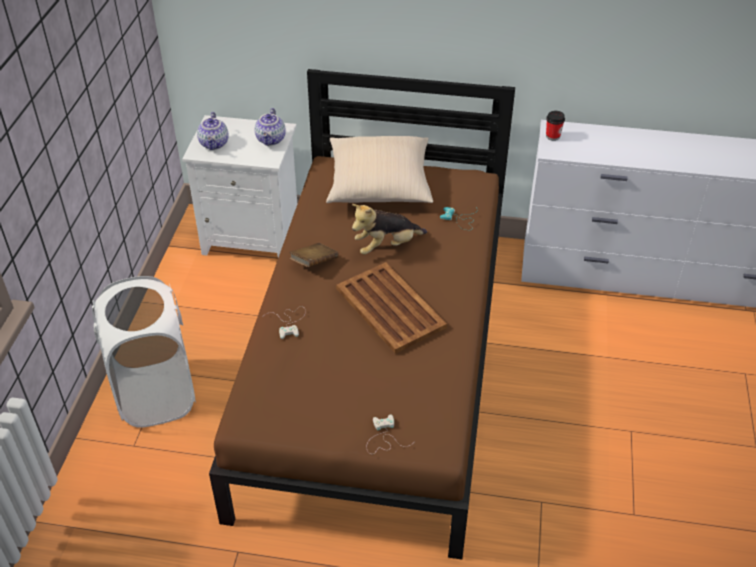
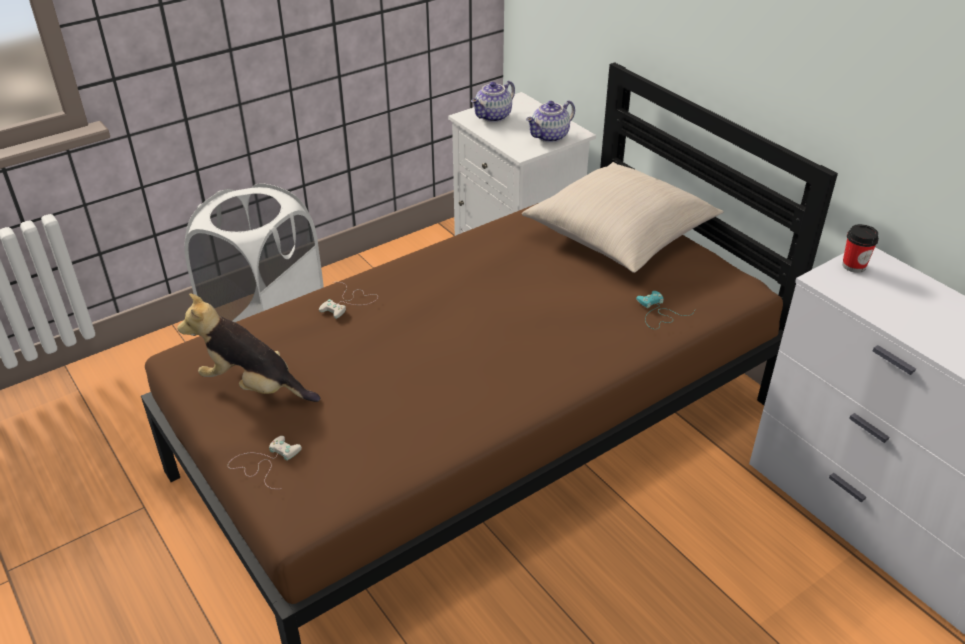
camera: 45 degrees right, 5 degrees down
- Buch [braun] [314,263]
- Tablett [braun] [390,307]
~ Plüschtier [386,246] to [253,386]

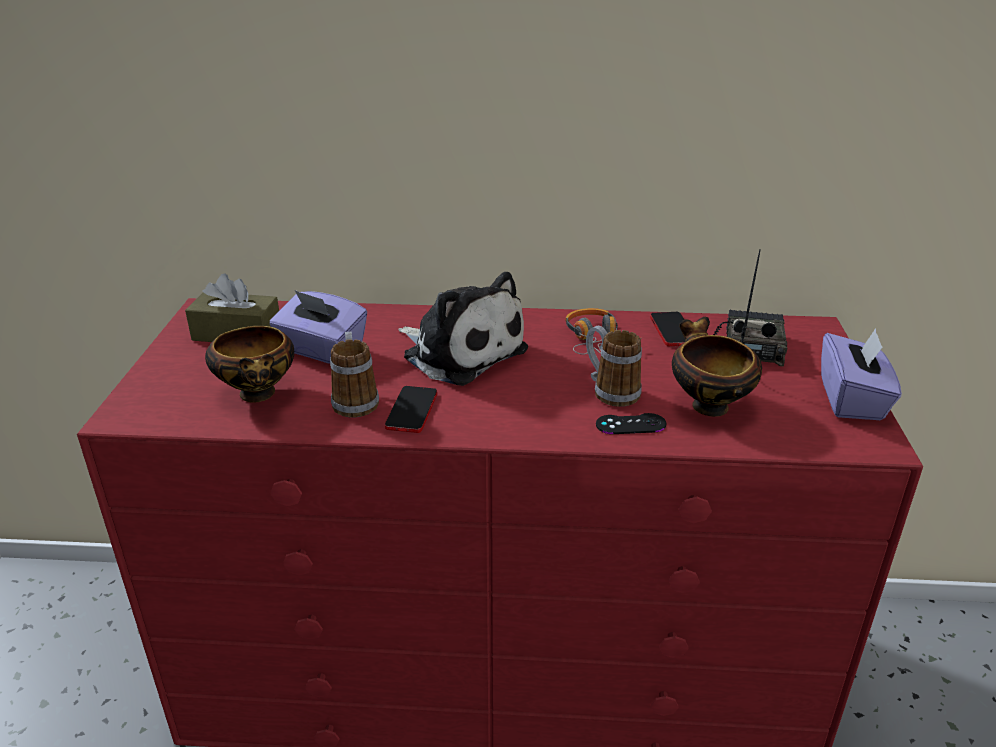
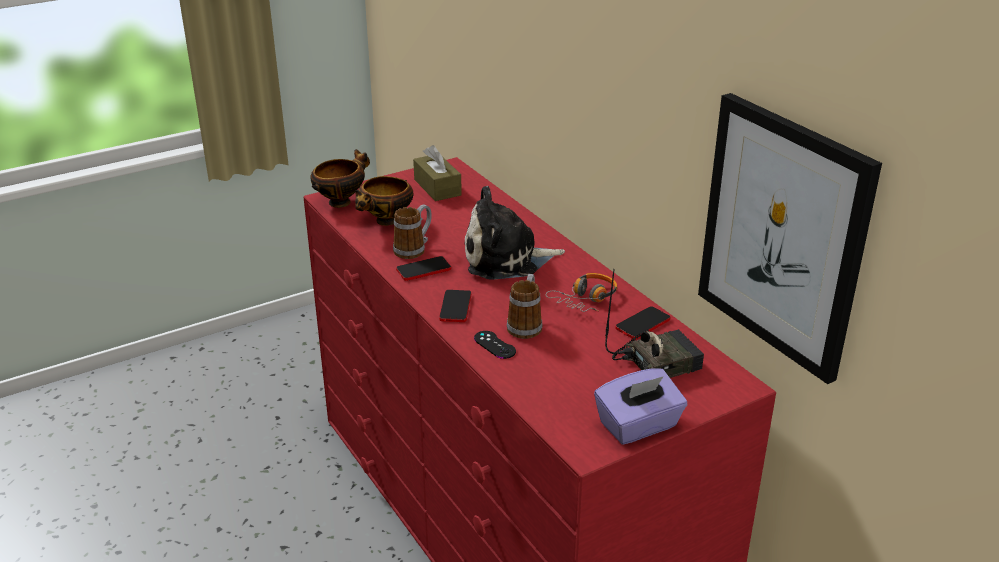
camera: 55 degrees right, 0 degrees up
- Taschentuchbox [lila] [321,350]
+ Handy [455,307]
+ Bild [783,235]
~ Schüssel [707,405] to [341,201]
~ Plüschtier [461,352] = [506,259] 75 degrees clockwise

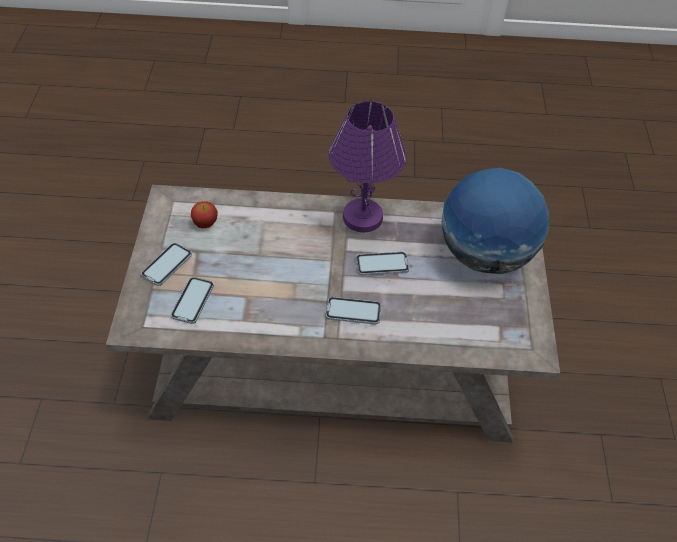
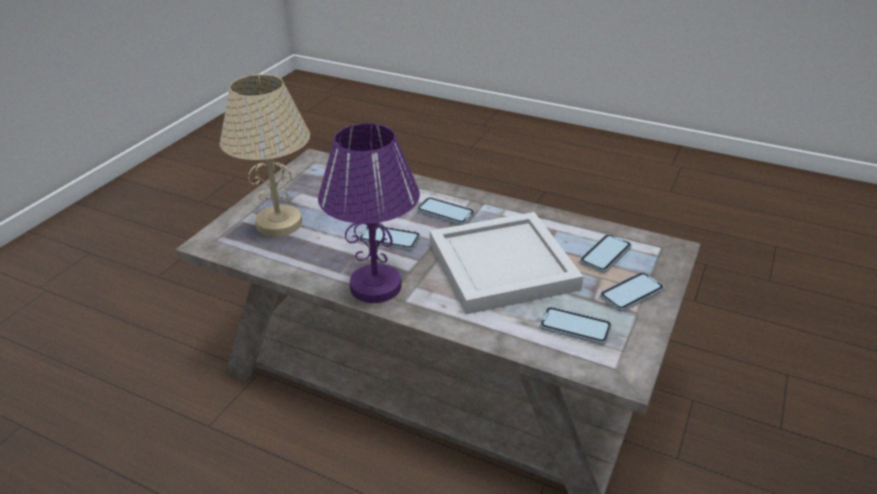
camera: 155 degrees left, 15 degrees down
+ Tablett [weiß] [501,267]
~ Apfel [205,223] to Handy [575,327]
~ Globus [485,255] to Tischlampe [beige] [280,223]

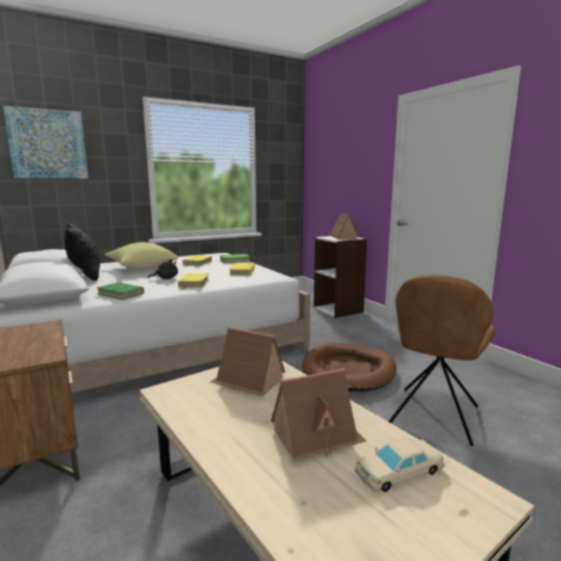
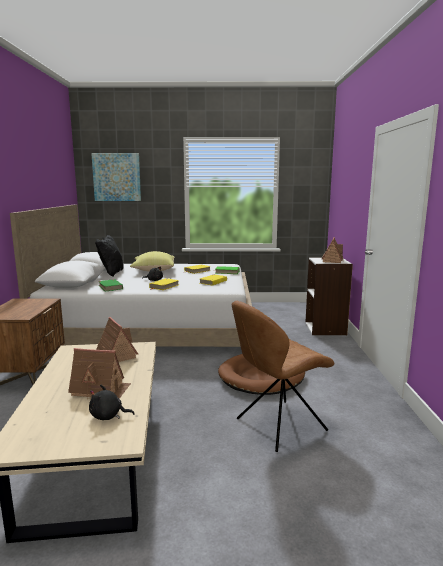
camera: 30 degrees right, 0 degrees up
~ Spielzeugauto [beige] [398,471] to Plüschtier [schwarz] [108,416]

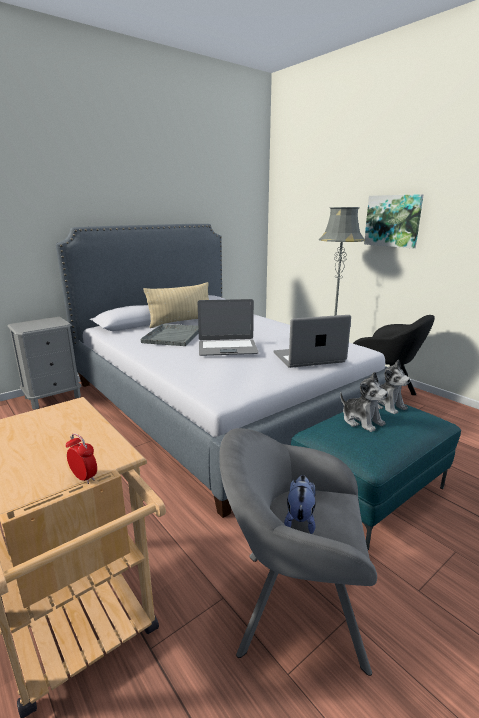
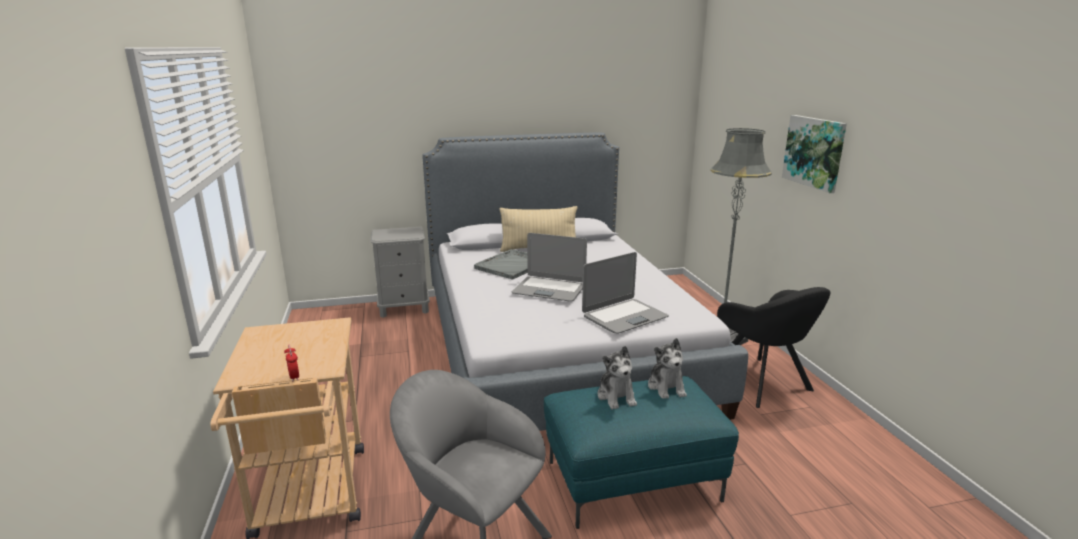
camera: 25 degrees right, 0 degrees up
- Plüschtier [300,519]
~ Laptop [309,358] = [624,317] 135 degrees clockwise

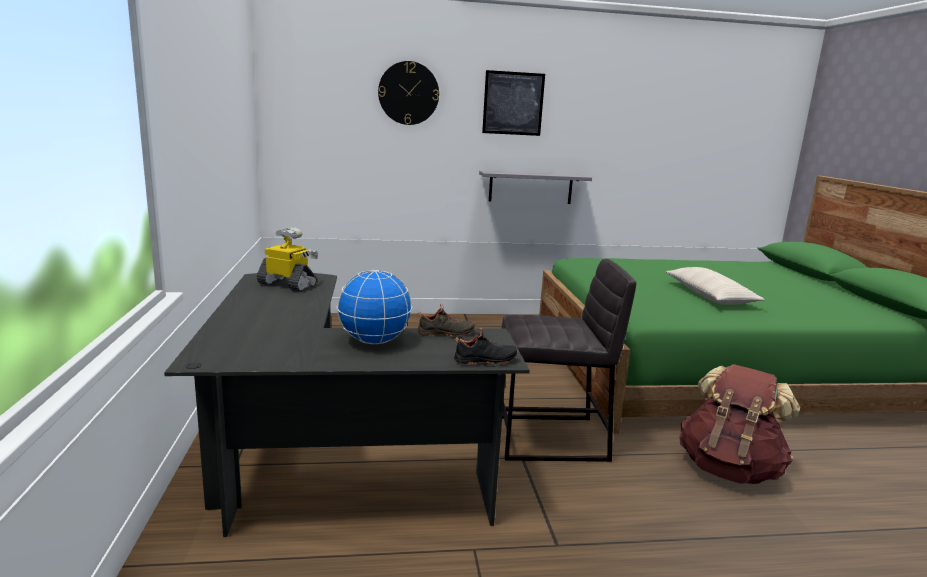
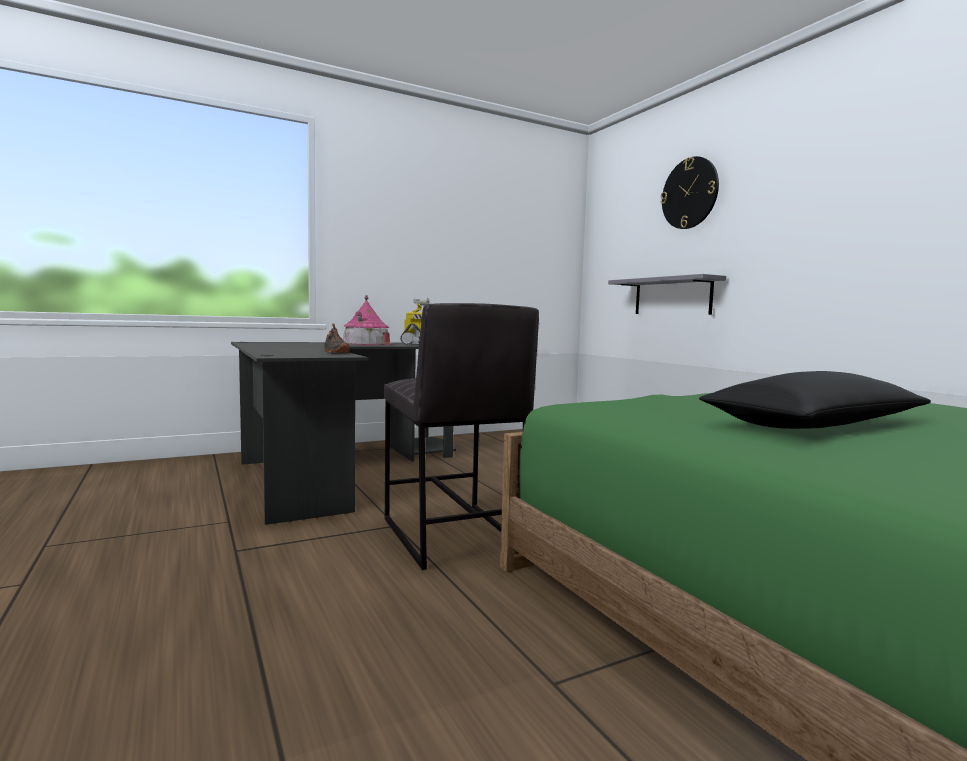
camera: 70 degrees right, 10 degrees down
- Globus [374,341]
- Schuh [schwarz] [486,361]
- Bild [513,103]
- Rucksack [braun] [729,469]
+ Spielzeughaus [366,343]
~ Wandregal [grau] [530,187] to [672,296]
~ Kissen [beige] [709,296] to Kissen [schwarz] [814,426]

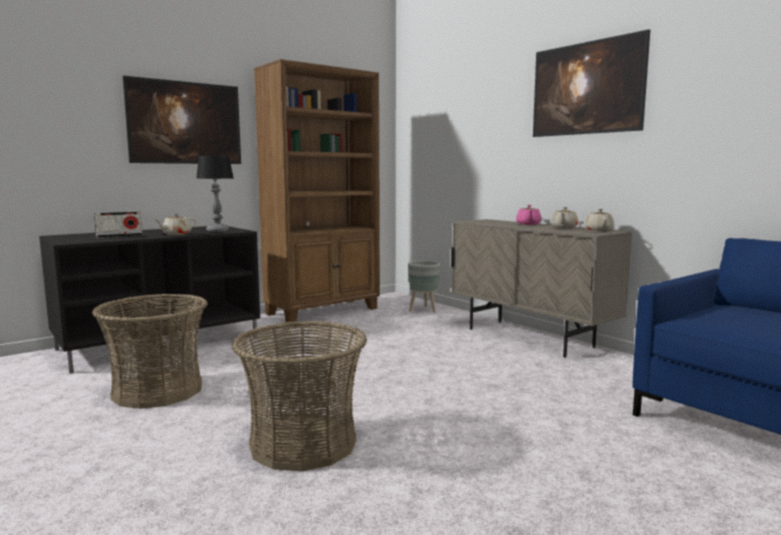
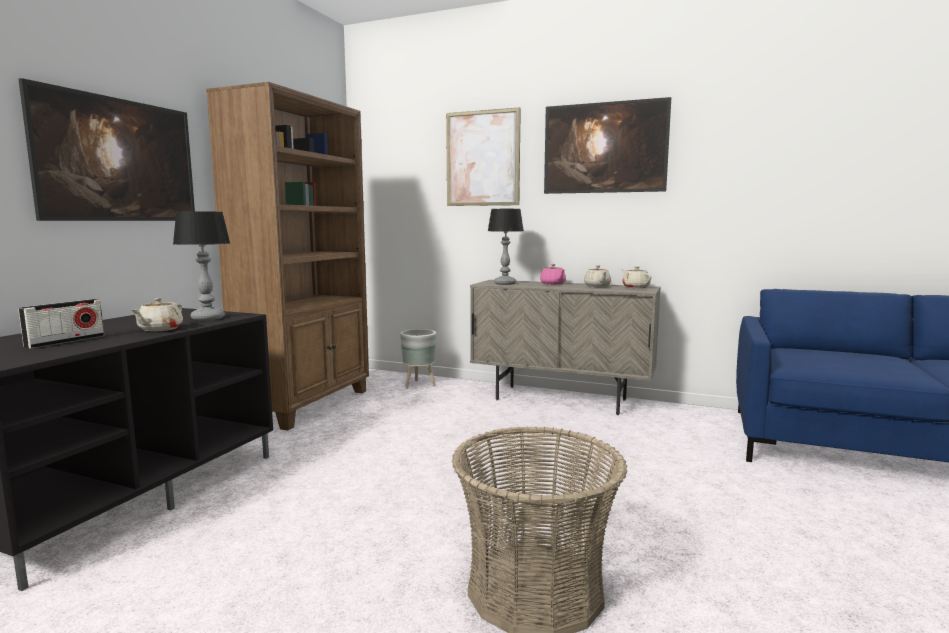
camera: 30 degrees left, 0 degrees up
- Korb [157,391]
+ Bild [482,158]
+ Tischlampe [505,283]

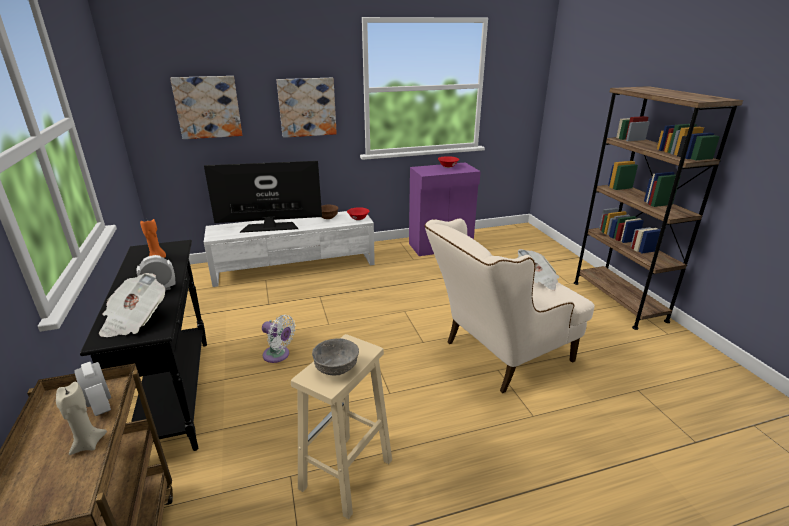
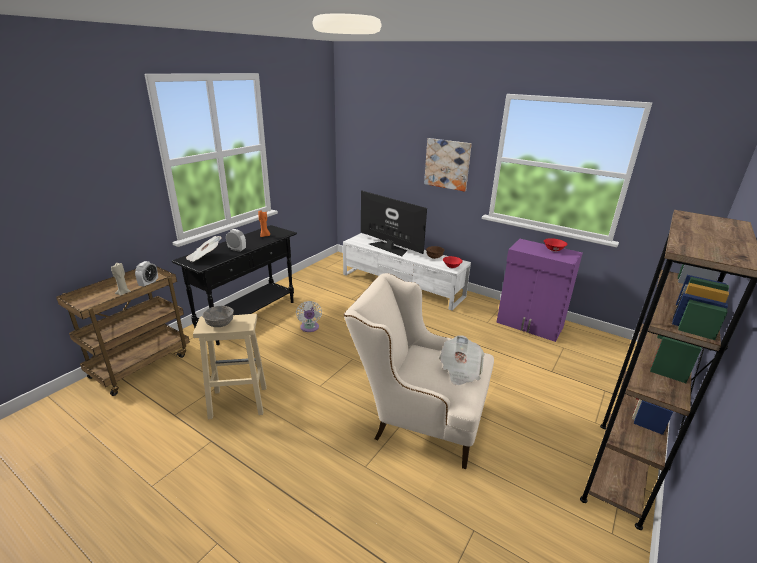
camera: 50 degrees right, 0 degrees up
- Bild [208,107]

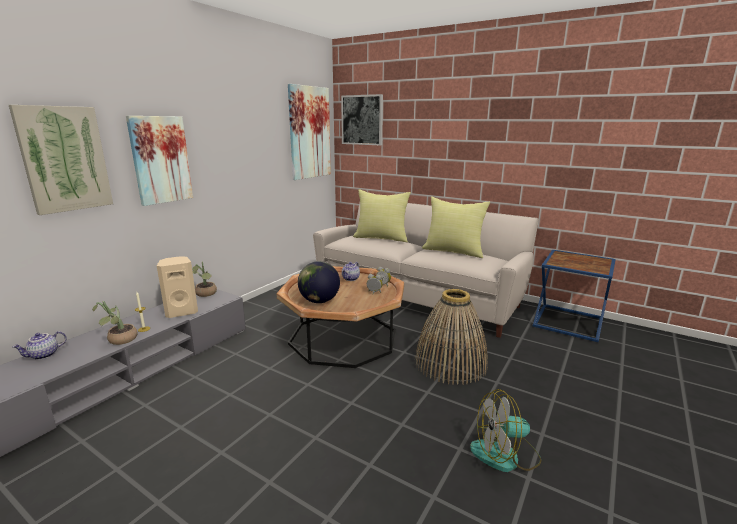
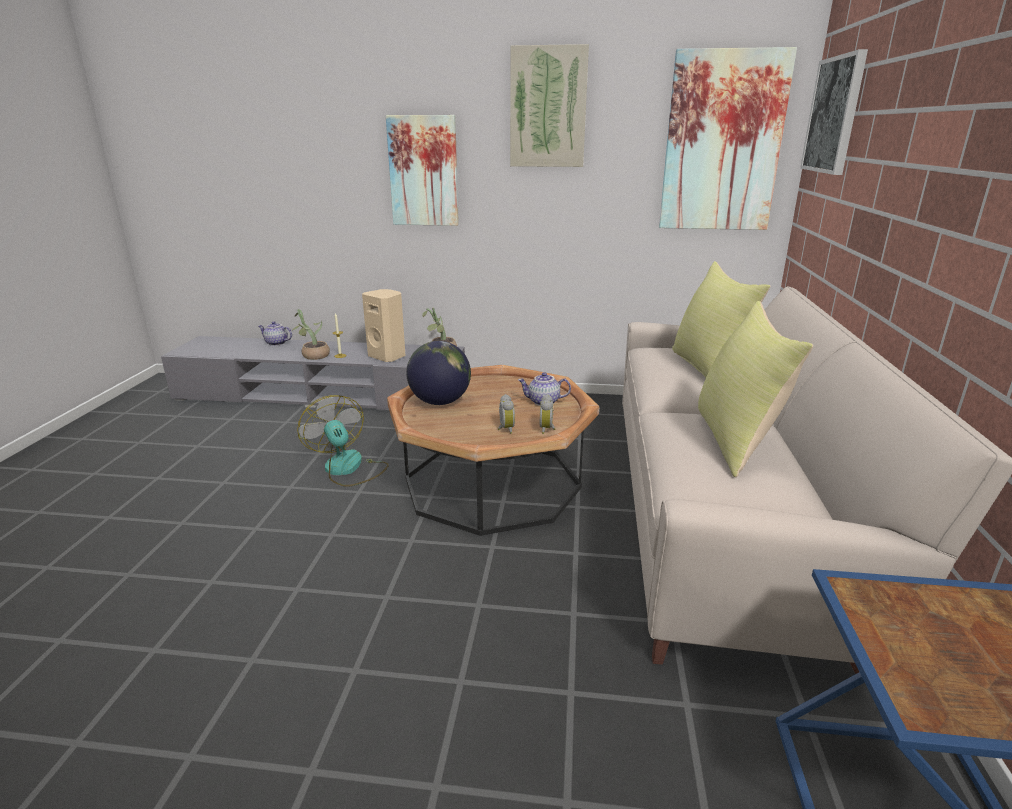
camera: 65 degrees right, 5 degrees up
- Korb [450,363]
~ Bild [64,159] to [548,108]
~ Ventilator [505,455] to [348,469]

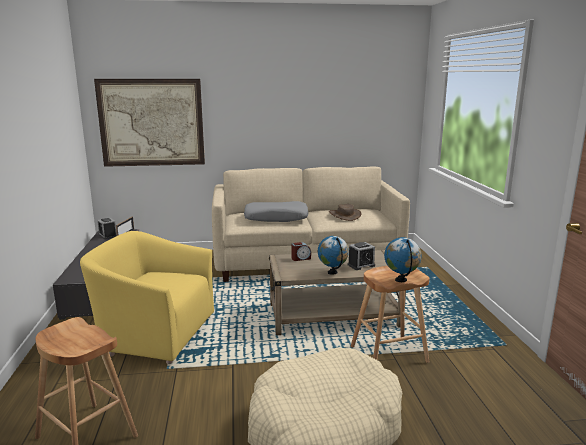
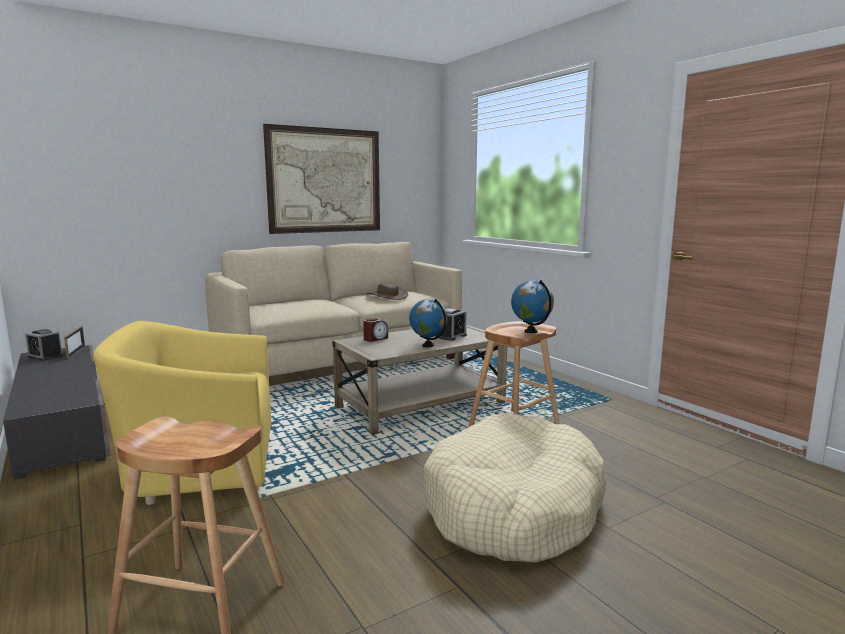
camera: 25 degrees left, 5 degrees down
- Kissen [grau] [276,218]
~ Bild [151,123] to [325,180]

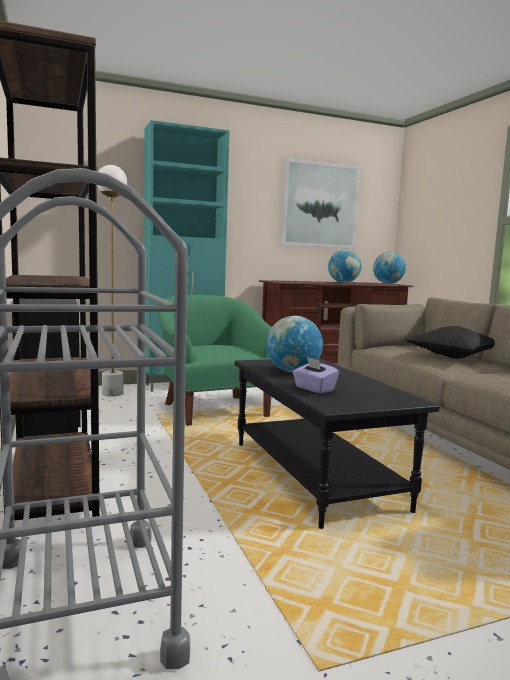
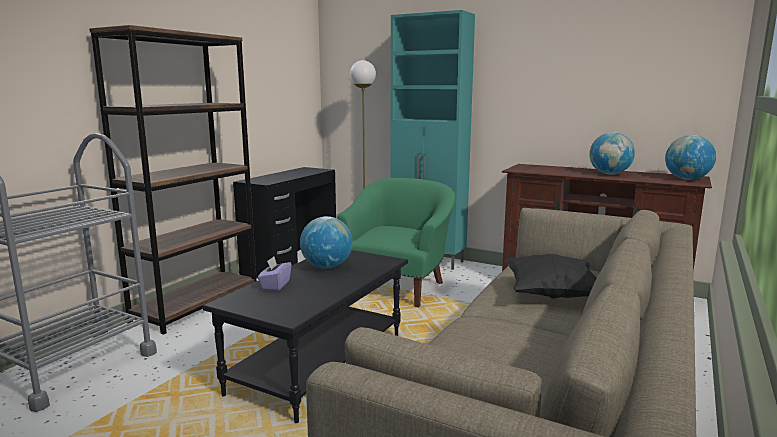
camera: 50 degrees right, 5 degrees up
- Bild [319,205]

